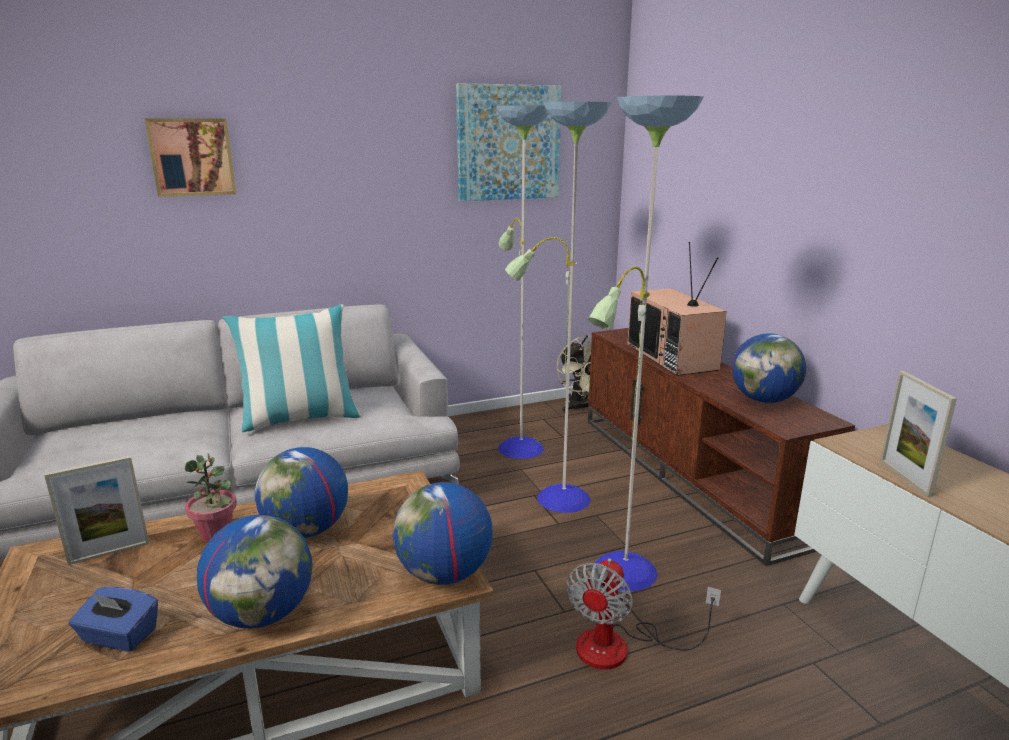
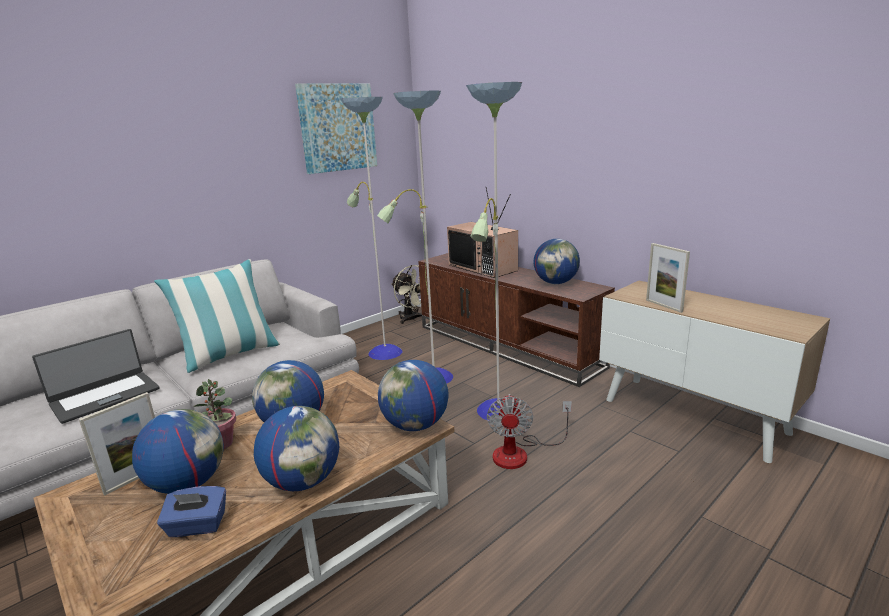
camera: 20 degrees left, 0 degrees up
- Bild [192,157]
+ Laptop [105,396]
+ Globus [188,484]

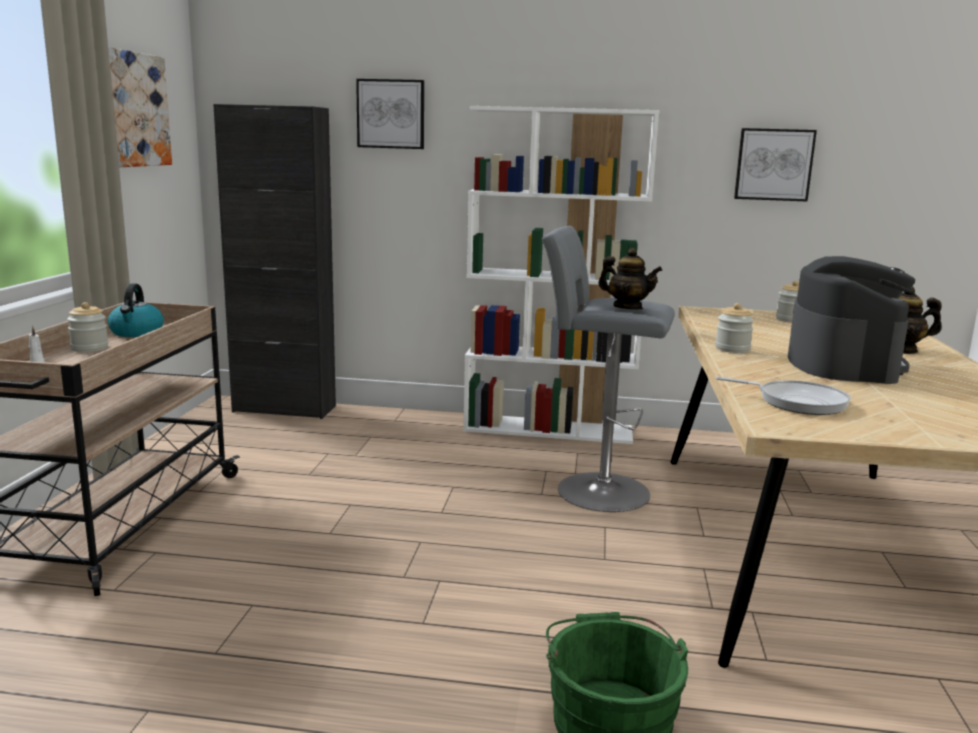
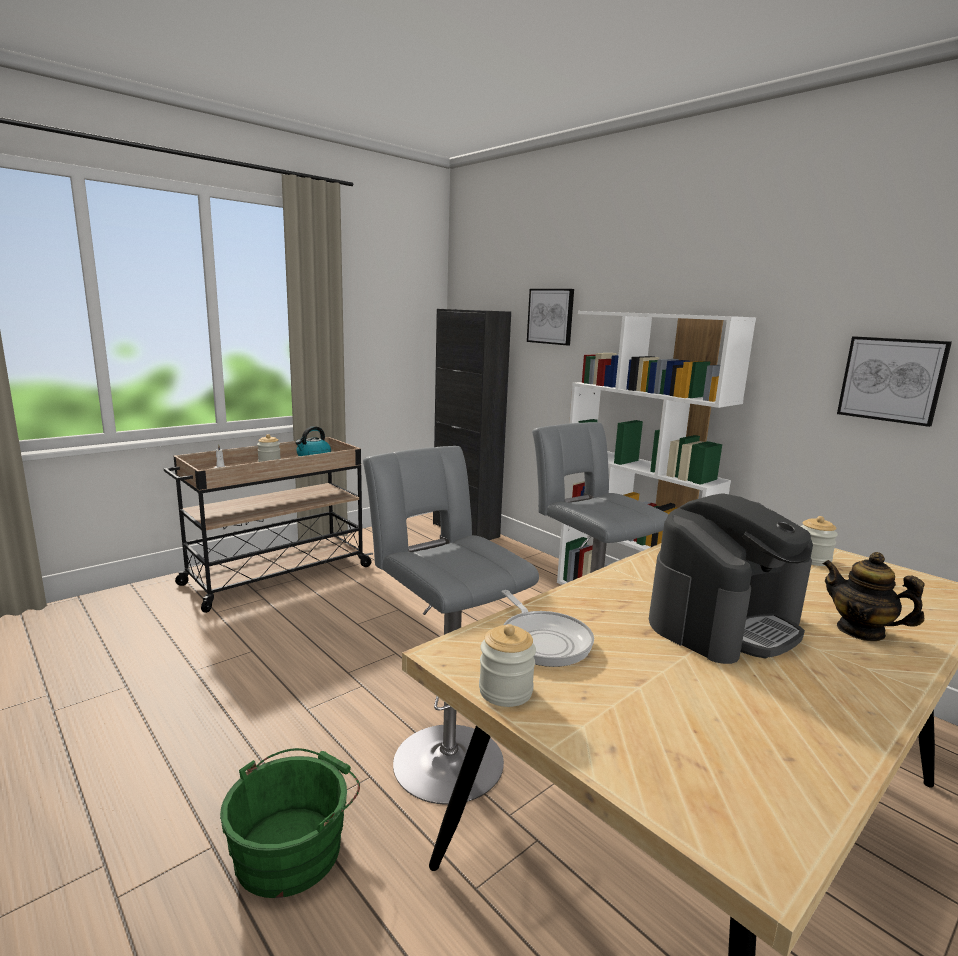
camera: 40 degrees right, 0 degrees up
- Bild [132,109]
- Teekanne [627,307]
+ Hocker [grau] [443,756]
~ Vorratsglas [732,349] to [505,691]

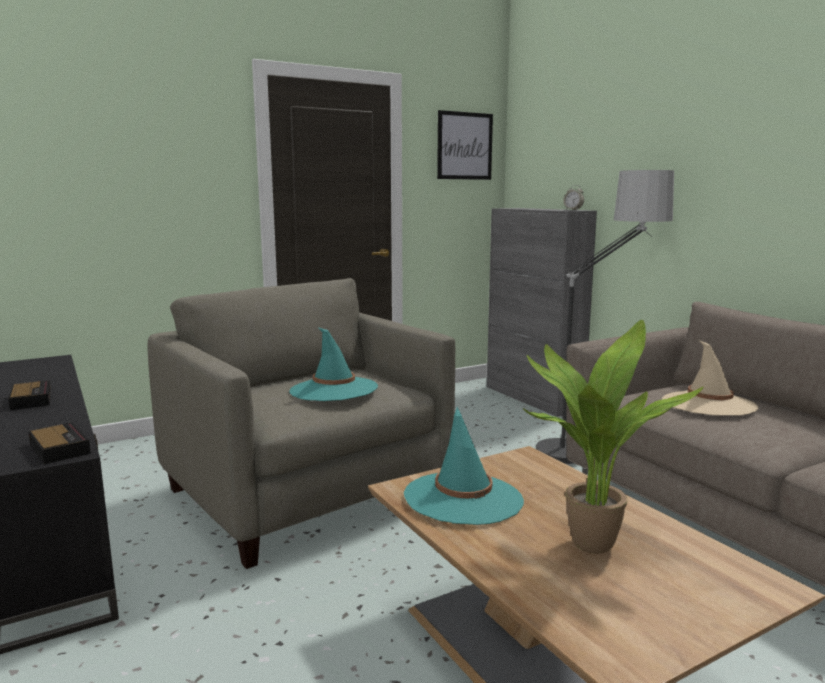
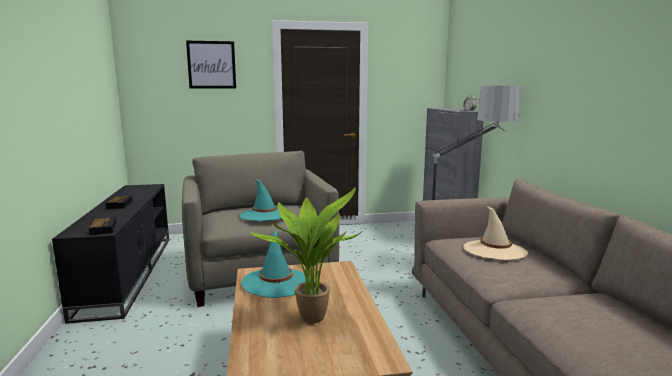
camera: 20 degrees right, 0 degrees up
~ Bild [464,146] to [211,65]

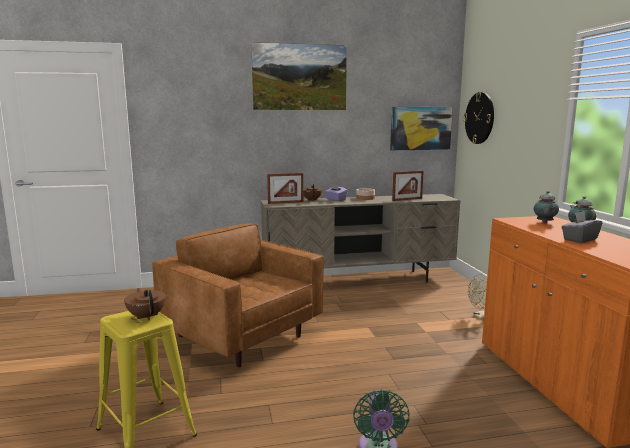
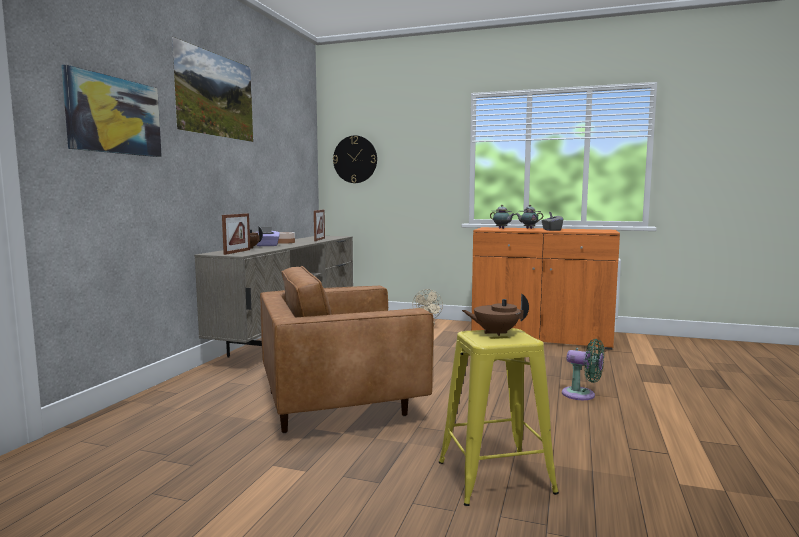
camera: 60 degrees left, 5 degrees down
~ Bild [420,128] to [114,115]

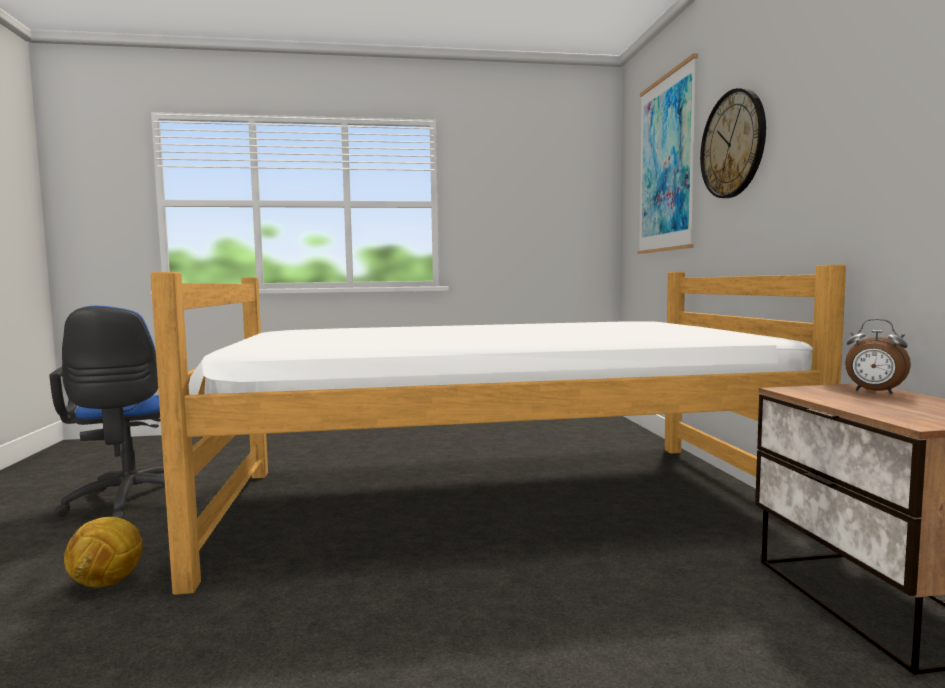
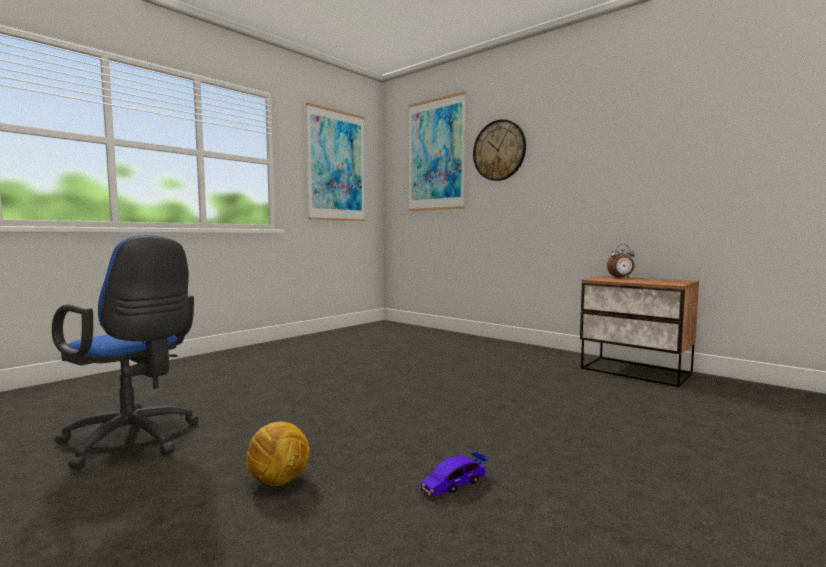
camera: 40 degrees left, 0 degrees up
- Bett [498,502]
+ Bild [336,166]
+ Spielzeugauto [454,483]

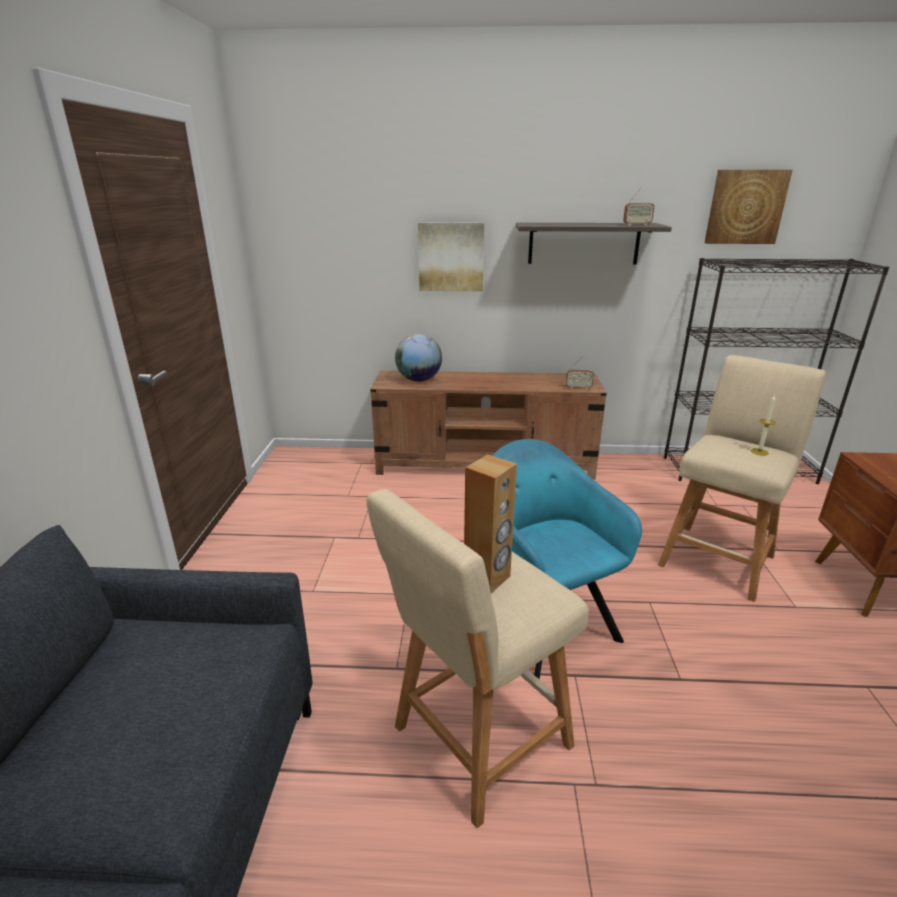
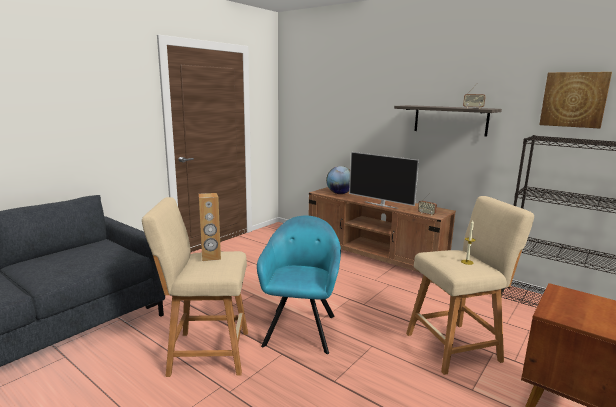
camera: 35 degrees right, 10 degrees down
- Bild [451,257]
+ Fernseher [381,205]

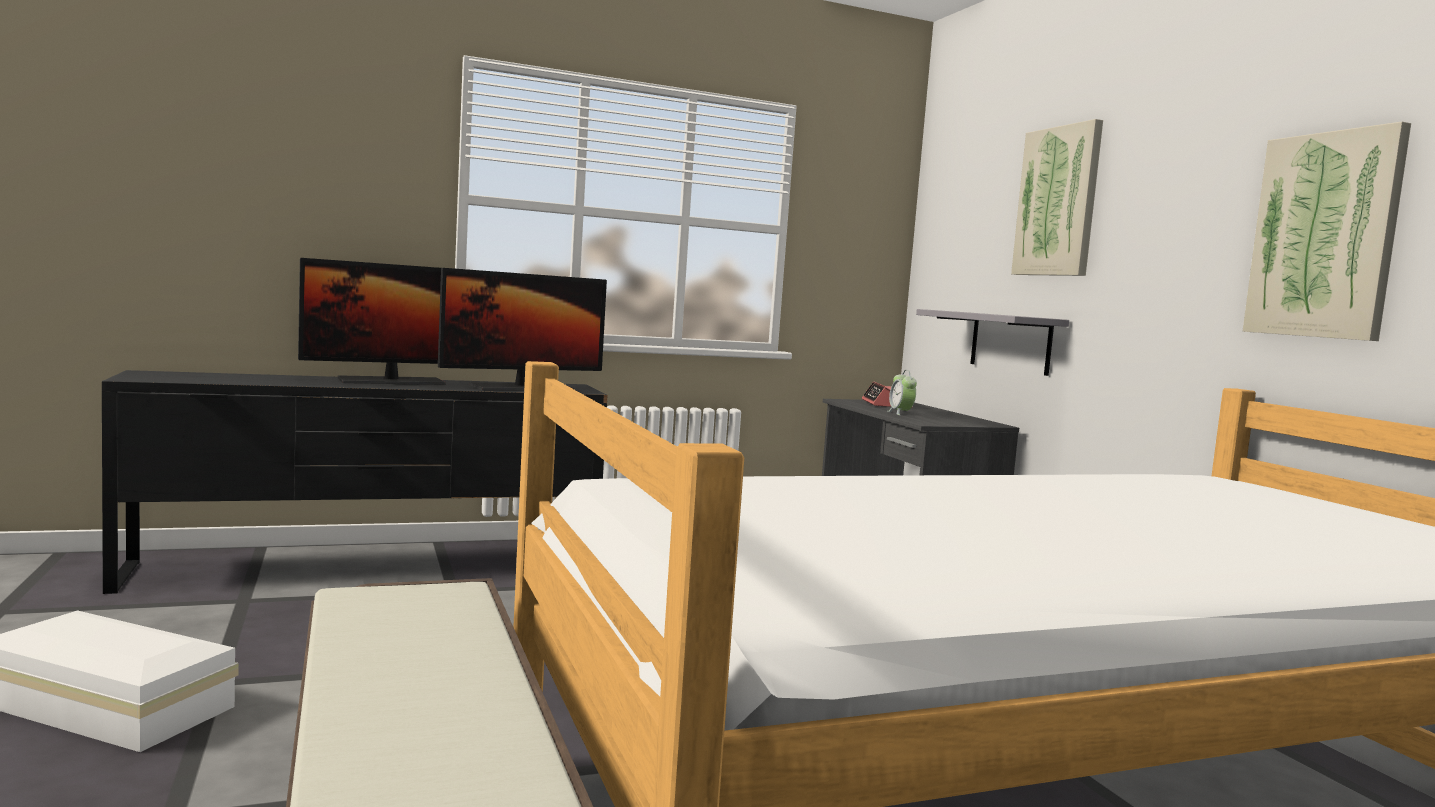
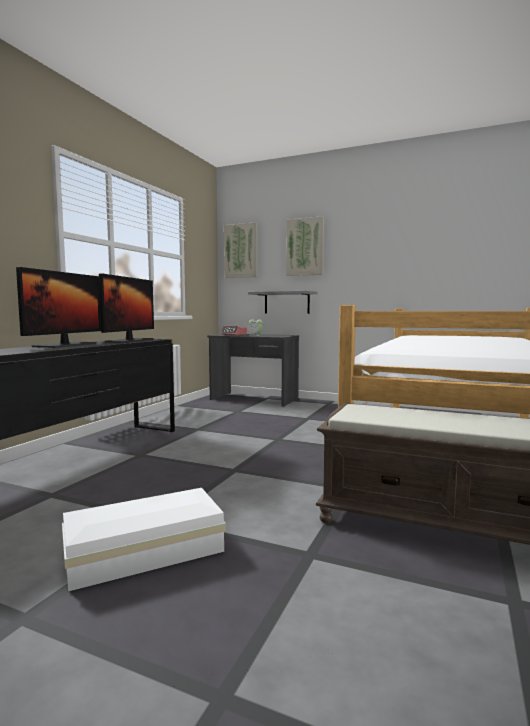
camera: 45 degrees left, 0 degrees up
~ Bild [1324,236] to [241,251]

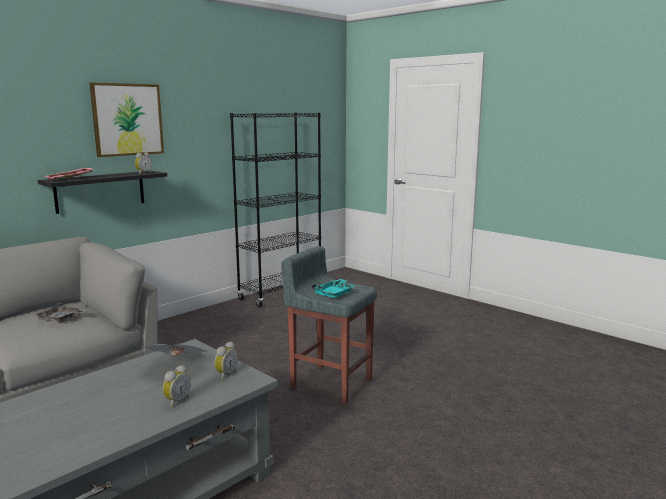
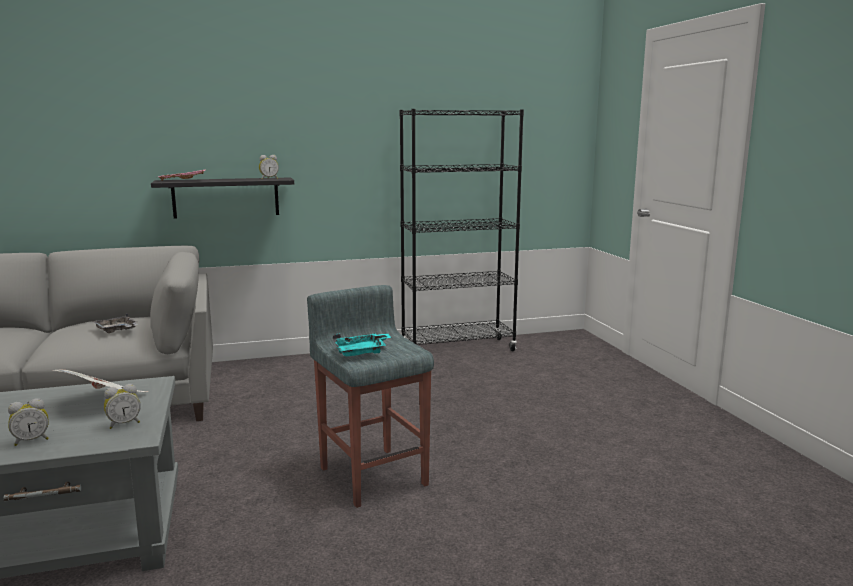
camera: 30 degrees right, 0 degrees up
- Bild [127,119]

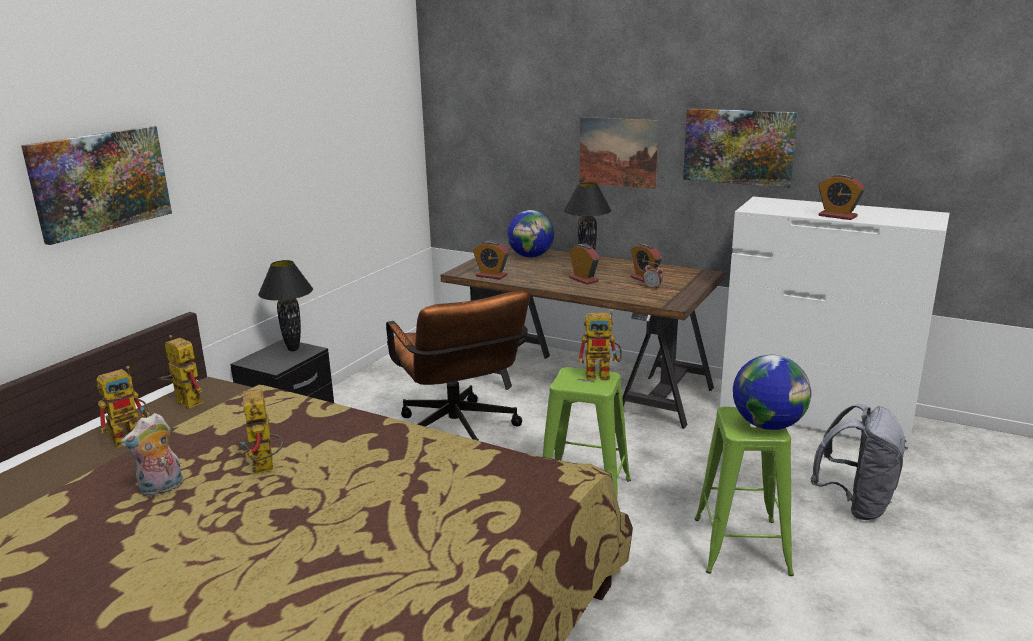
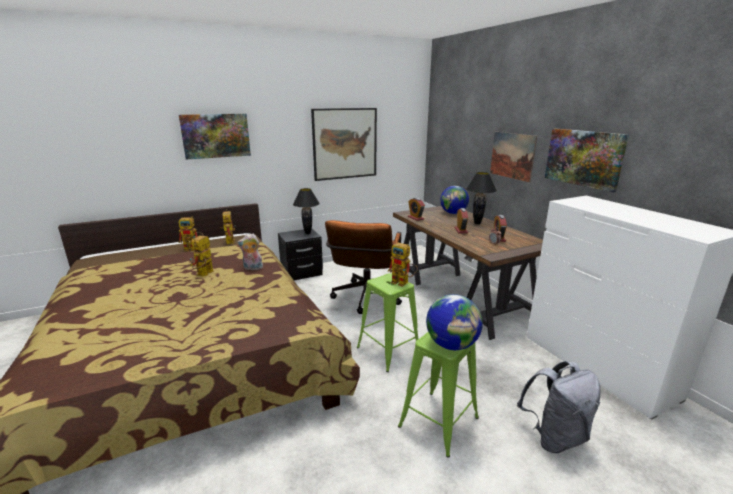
camera: 35 degrees right, 0 degrees up
- Wecker [837,216]
+ Bild [345,143]
~ Plüschtier [161,489] to [252,268]

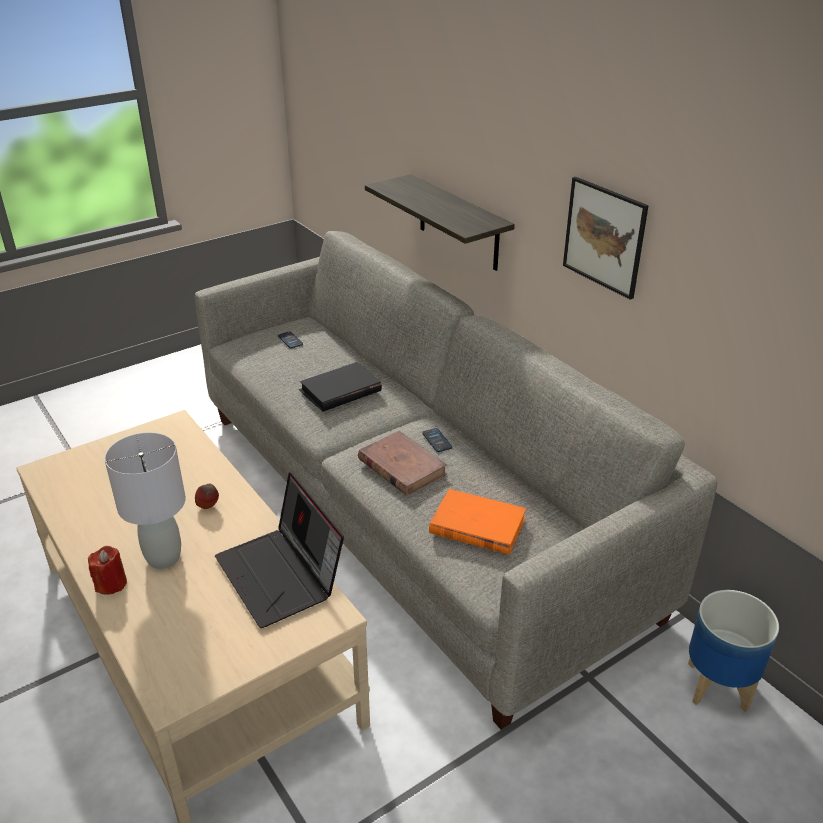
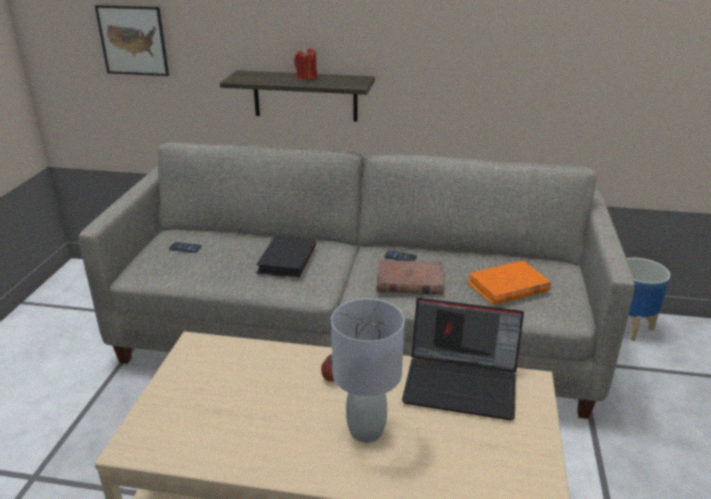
camera: 45 degrees left, 5 degrees down
~ Kerze [rot] [111,584] to [306,77]
~ Bild [604,237] to [133,40]

